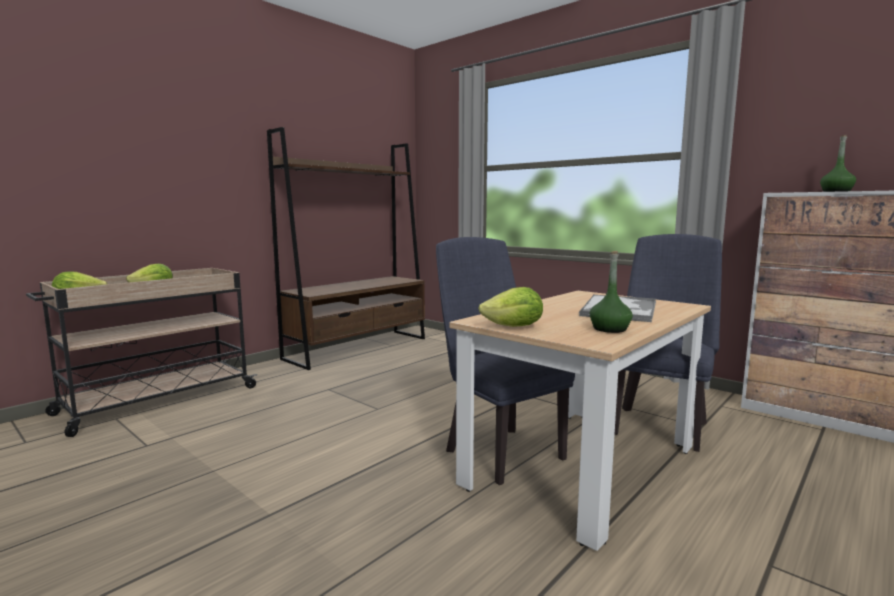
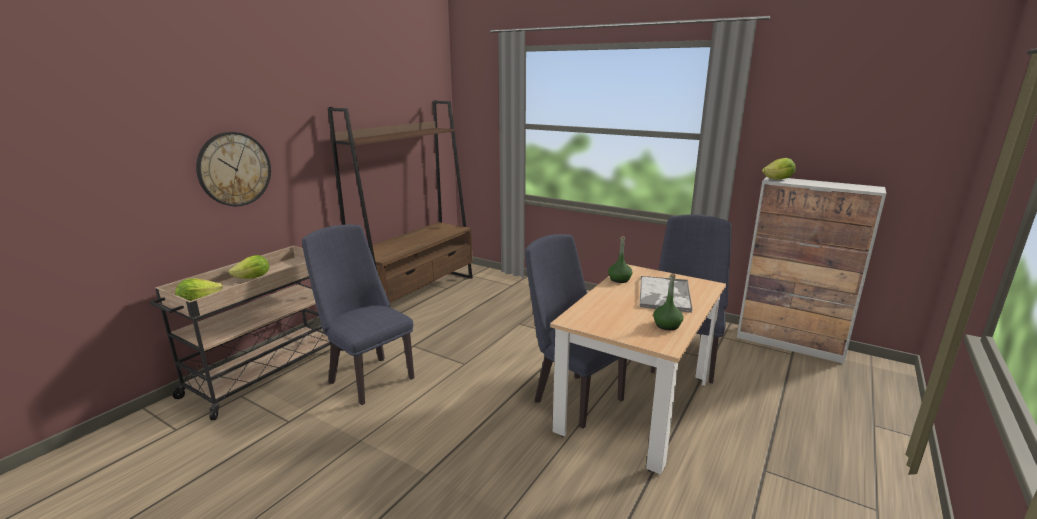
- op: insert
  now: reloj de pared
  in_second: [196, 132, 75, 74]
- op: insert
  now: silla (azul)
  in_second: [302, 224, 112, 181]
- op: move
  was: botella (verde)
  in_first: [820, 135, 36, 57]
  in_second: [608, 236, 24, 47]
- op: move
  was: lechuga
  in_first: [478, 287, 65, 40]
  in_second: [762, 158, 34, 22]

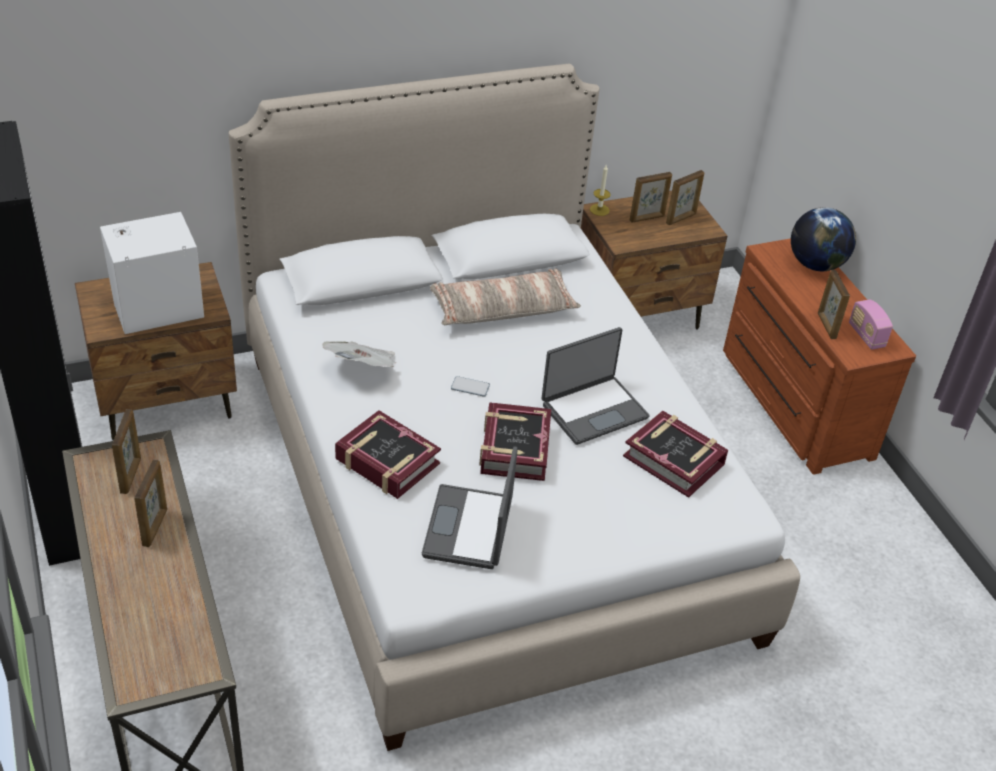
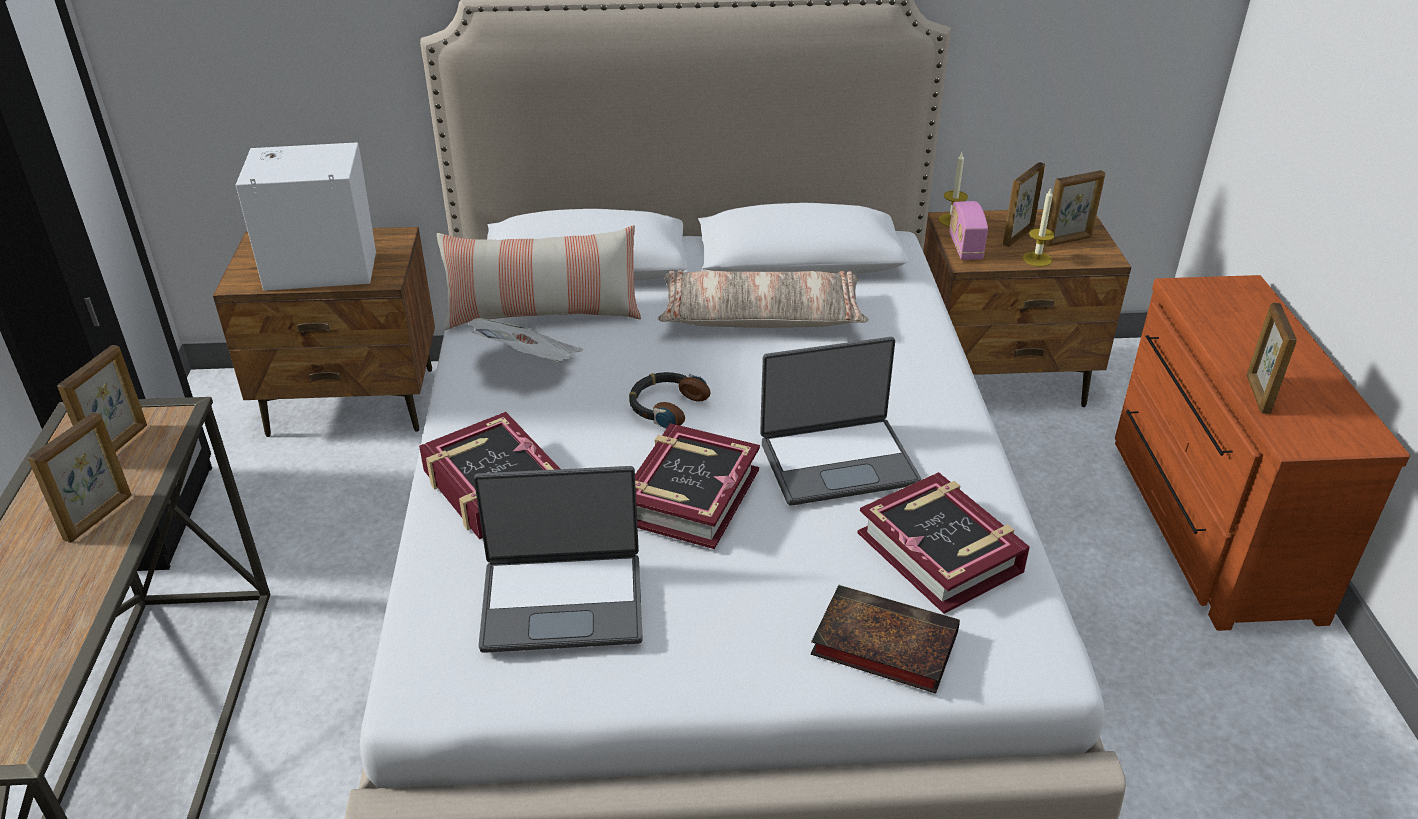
- op: insert
  now: cojín
  in_second: [437, 225, 204, 105]
- op: rotate
  was: portátil
  in_first: [422, 446, 96, 123]
  in_second: [474, 466, 169, 187]
  clockwise: -120
- op: replace
  was: móvil
  now: auriculares
  in_first: [451, 376, 39, 21]
  in_second: [629, 372, 81, 57]
- op: insert
  now: libro
  in_second: [811, 585, 149, 109]
- op: move
  was: radio
  in_first: [849, 299, 44, 51]
  in_second: [949, 201, 39, 59]
- op: rotate
  was: portarretratos
  in_first: [630, 172, 42, 51]
  in_second: [1003, 162, 42, 85]
  clockwise: 135
- op: insert
  now: vela
  in_second: [1023, 188, 32, 79]
- op: delete
  was: globo terráqueo
  in_first: [791, 207, 65, 64]

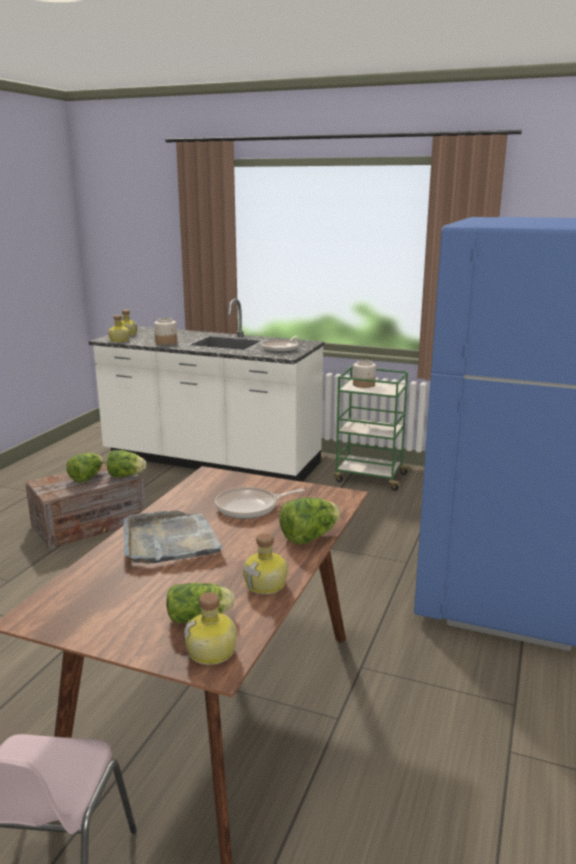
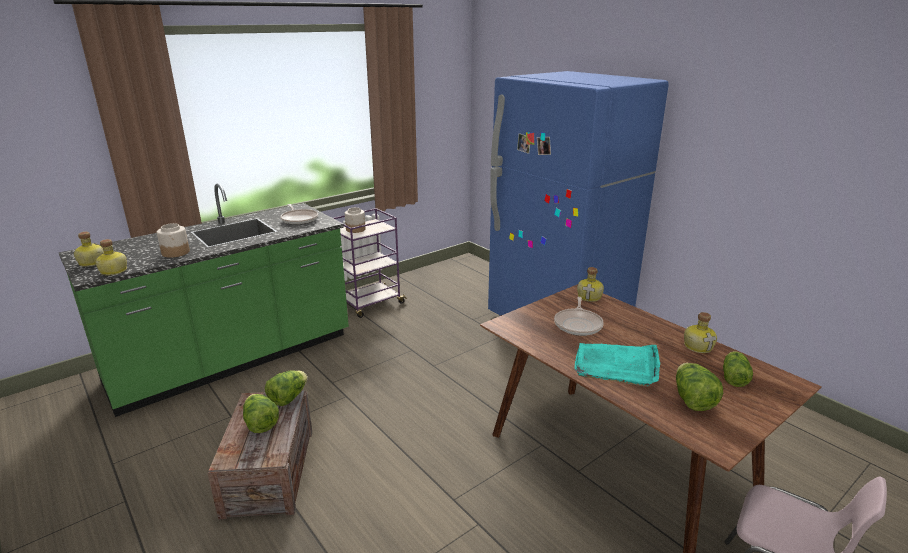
- op: recolor
  was: mueble bajo de cocina (blanco)
  now: mueble bajo de cocina (verde)
  in_first: [88, 299, 237, 183]
  in_second: [59, 183, 290, 234]
- op: recolor
  was: carrito (verde)
  now: carrito (morado)
  in_first: [334, 366, 77, 125]
  in_second: [333, 208, 74, 110]
- op: recolor
  was: bandeja (gris)
  now: bandeja (turquesa)
  in_first: [123, 510, 101, 54]
  in_second: [575, 343, 85, 43]
- op: move
  was: botella
  in_first: [184, 592, 53, 73]
  in_second: [577, 267, 27, 35]
- op: move
  was: lechuga
  in_first: [279, 498, 62, 46]
  in_second: [676, 363, 47, 48]

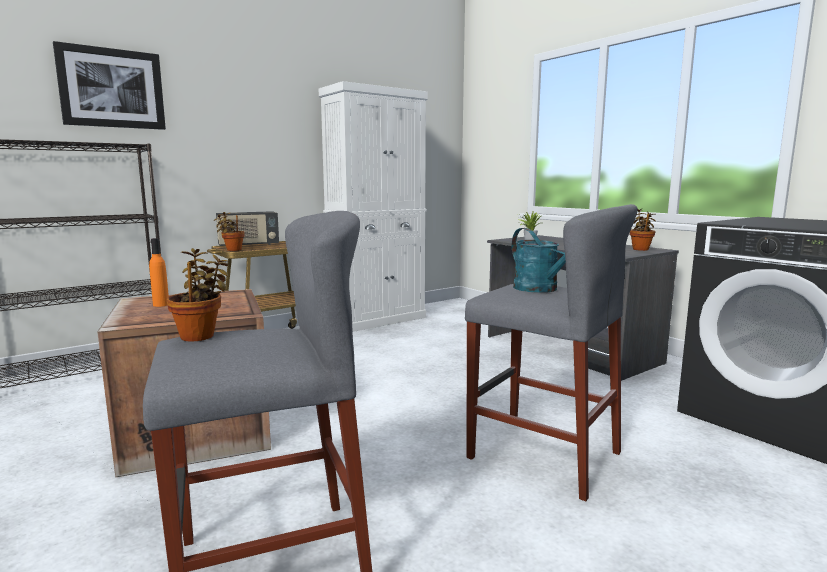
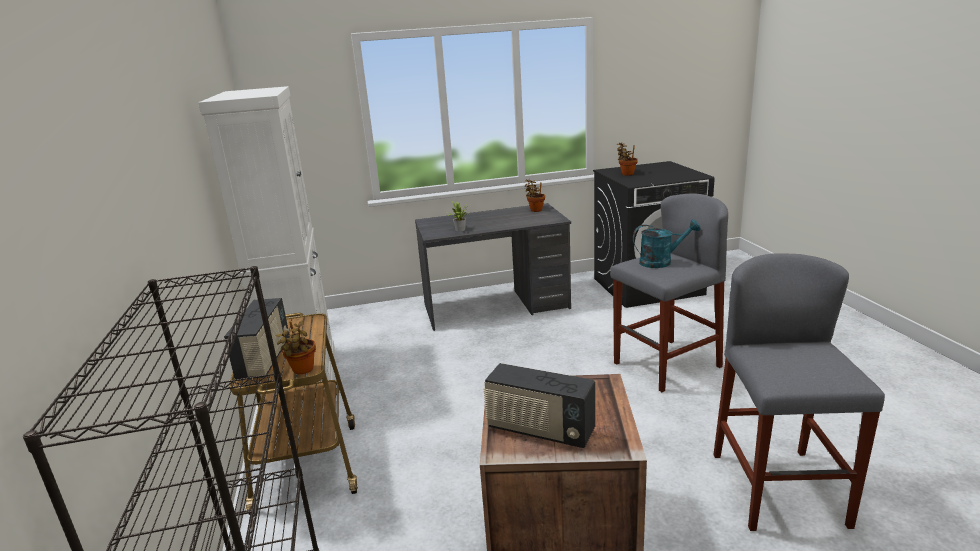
- op: replace
  was: botella (naranja)
  now: radio
  in_first: [149, 238, 20, 69]
  in_second: [484, 363, 112, 85]
- op: move
  was: planta en maceta
  in_first: [167, 248, 61, 94]
  in_second: [617, 142, 21, 34]
- op: delete
  was: cuadro
  in_first: [53, 41, 113, 89]

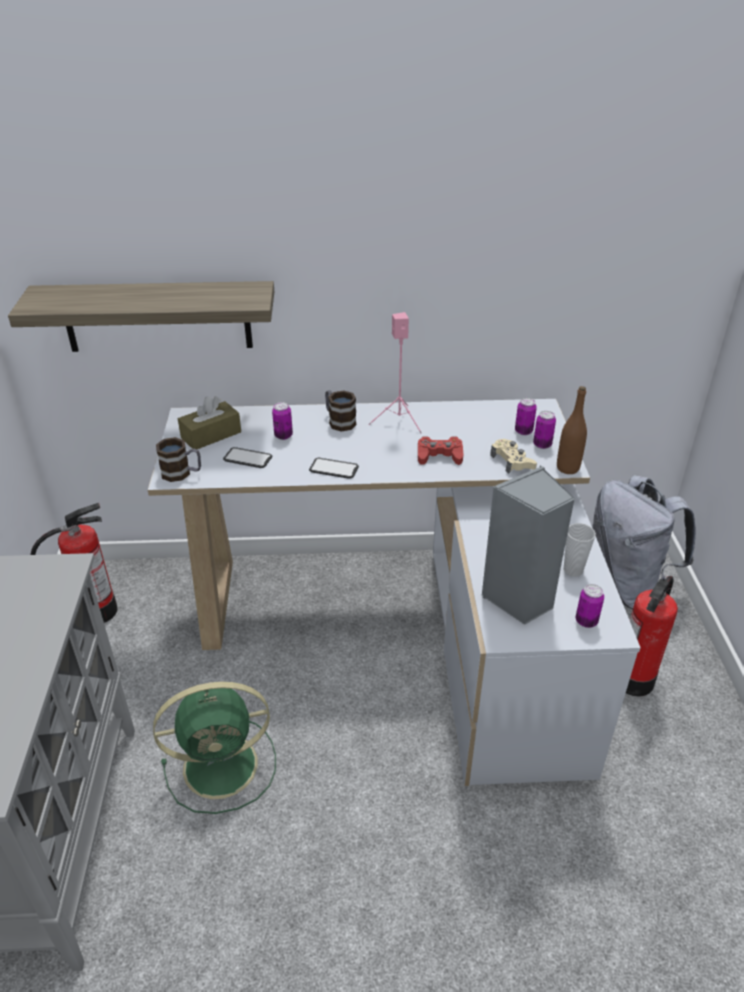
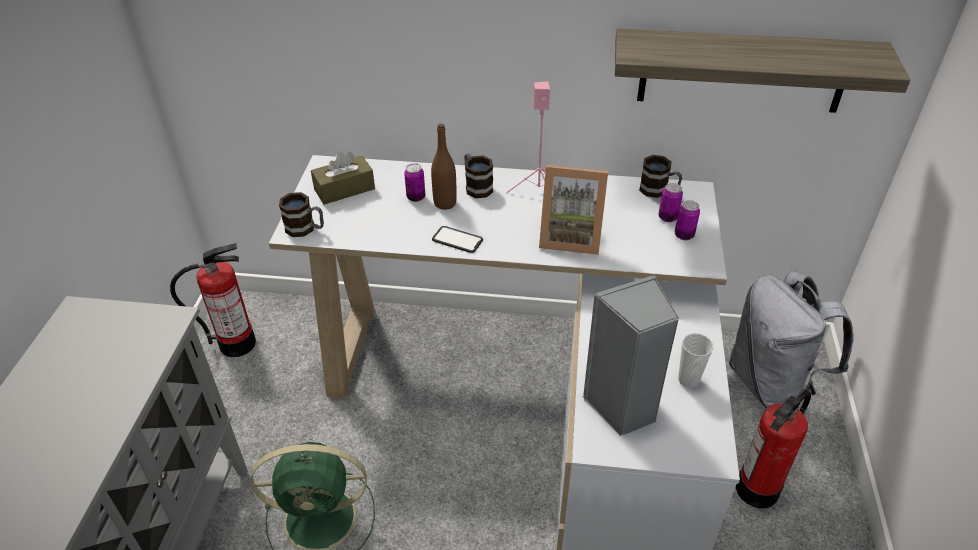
- op: move
  was: botella (marrón)
  in_first: [557, 386, 30, 88]
  in_second: [431, 124, 26, 86]
- op: replace
  was: mando de consola (rojo)
  now: portarretratos
  in_first: [418, 436, 45, 29]
  in_second: [539, 165, 69, 90]
- op: move
  was: estante
  in_first: [8, 281, 266, 71]
  in_second: [615, 28, 295, 85]
- op: insert
  now: taza grande
  in_second: [639, 155, 43, 43]
- op: delete
  was: móvil
  in_first: [223, 447, 49, 21]
- op: delete
  was: mando de consola (beis)
  in_first: [490, 439, 47, 35]
- op: delete
  was: lata
  in_first: [576, 584, 28, 44]

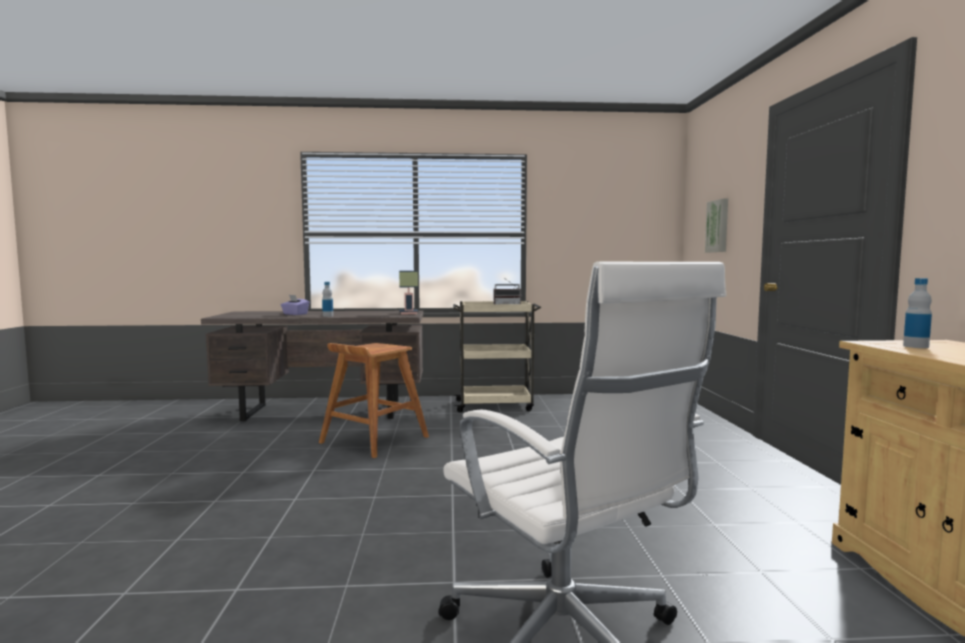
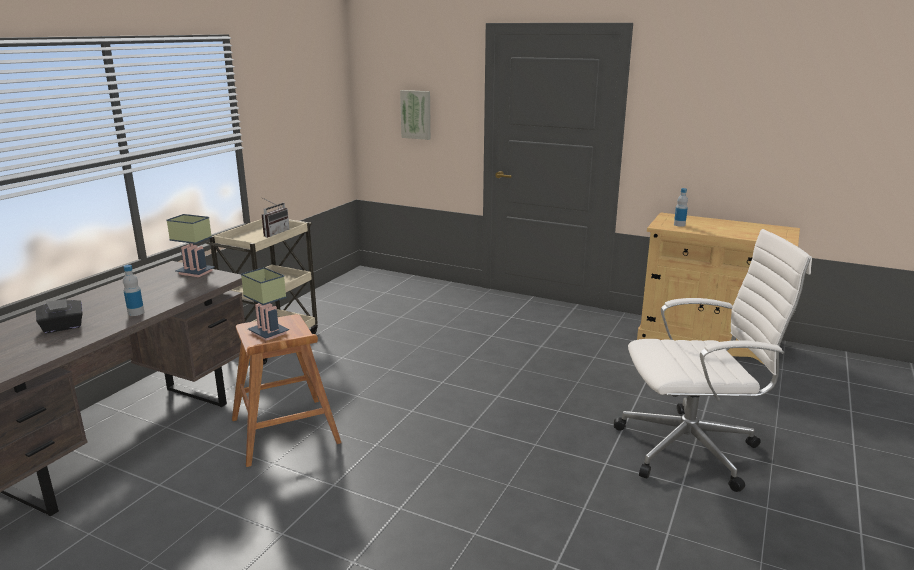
- op: recolor
  was: caja de pañuelos (morado)
  now: caja de pañuelos (negro)
  in_first: [281, 295, 28, 20]
  in_second: [36, 299, 46, 34]
- op: insert
  now: lámpara de mesa
  in_second: [241, 267, 48, 74]

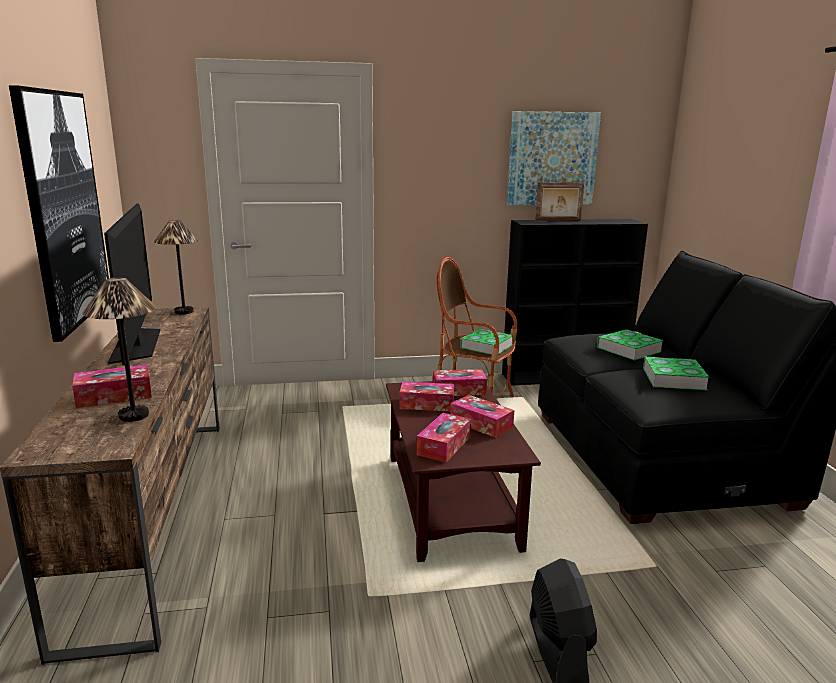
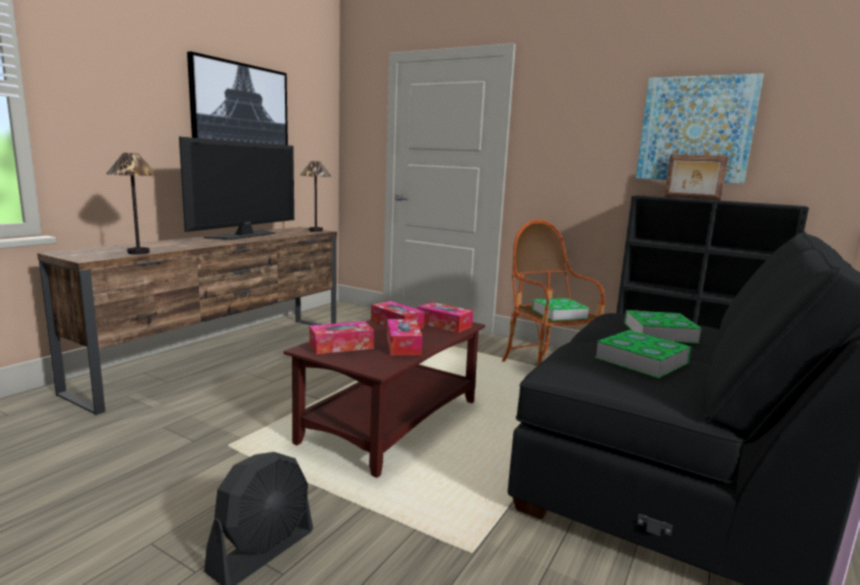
- op: delete
  was: caja de pañuelos
  in_first: [72, 364, 80, 44]

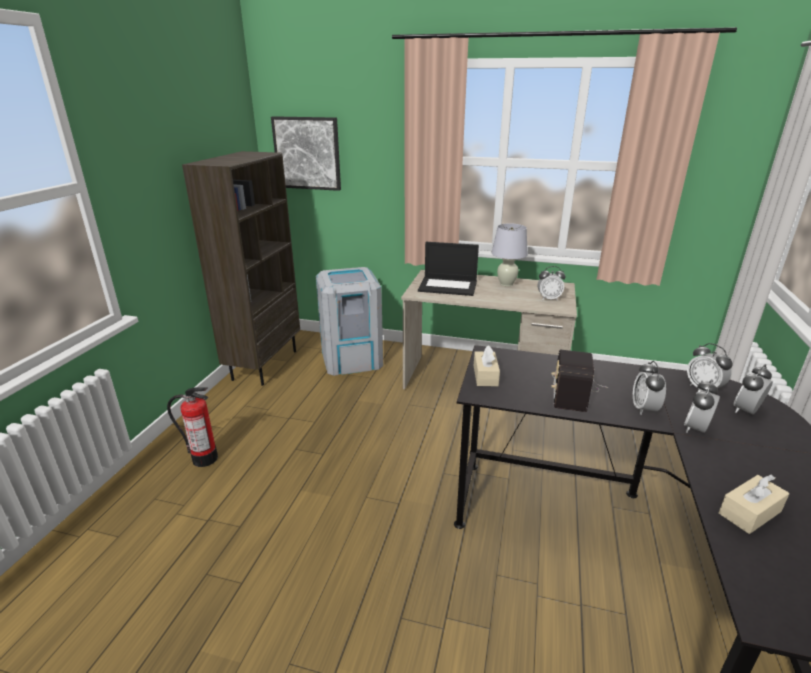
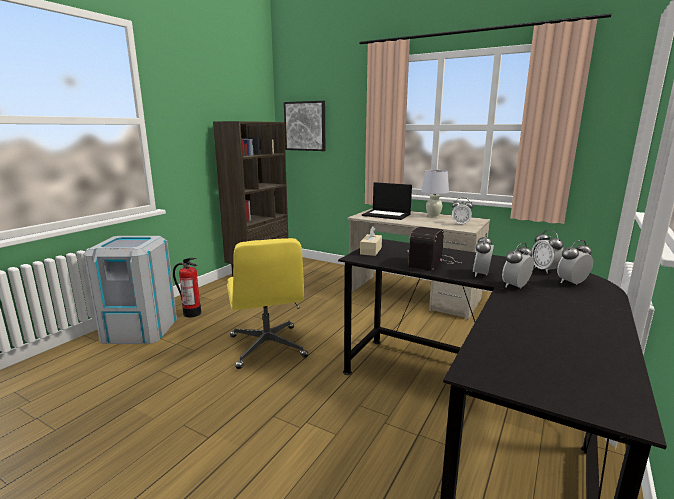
- op: move
  was: papelera (gris)
  in_first: [316, 267, 67, 109]
  in_second: [83, 236, 94, 108]
- op: insert
  now: silla de oficina (amarillo)
  in_second: [227, 238, 81, 131]
- op: delete
  was: caja de pañuelos (beis)
  in_first: [719, 475, 71, 59]

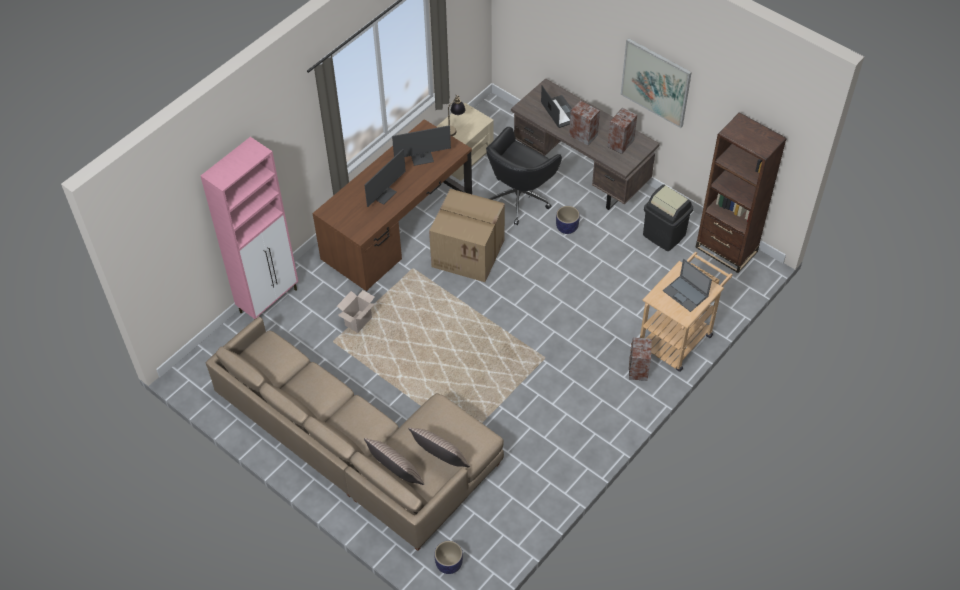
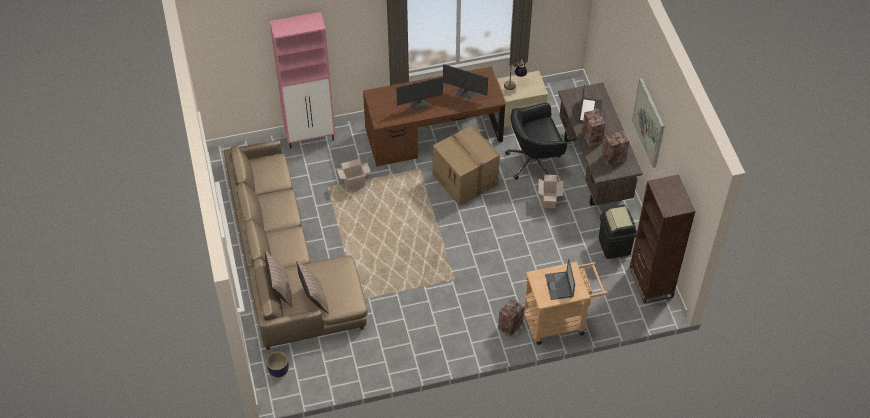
- op: replace
  was: maceta
  now: caja de cartón
  in_first: [556, 206, 24, 28]
  in_second: [538, 174, 25, 34]

